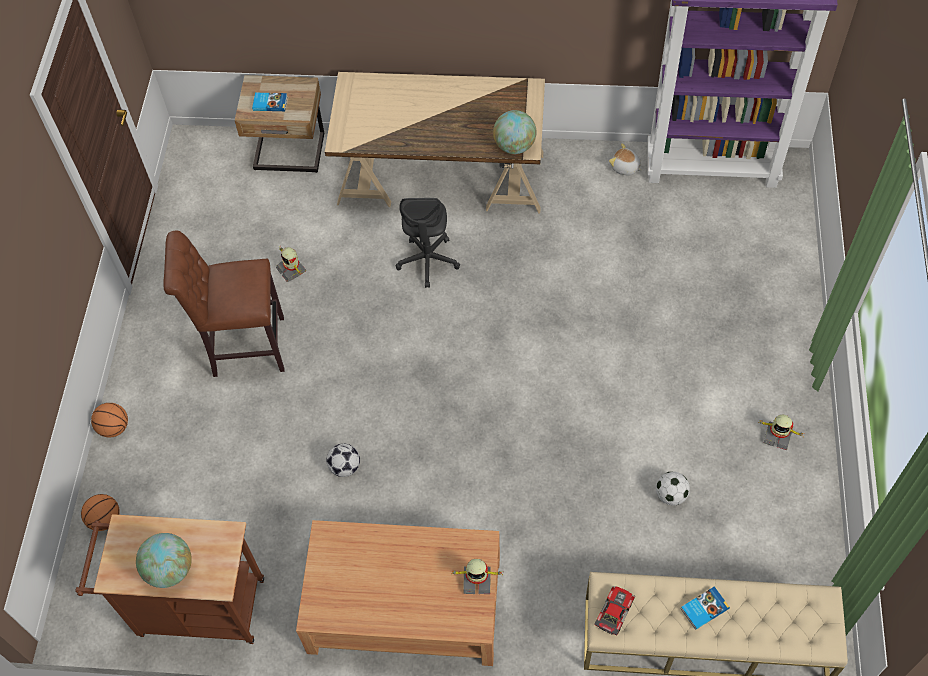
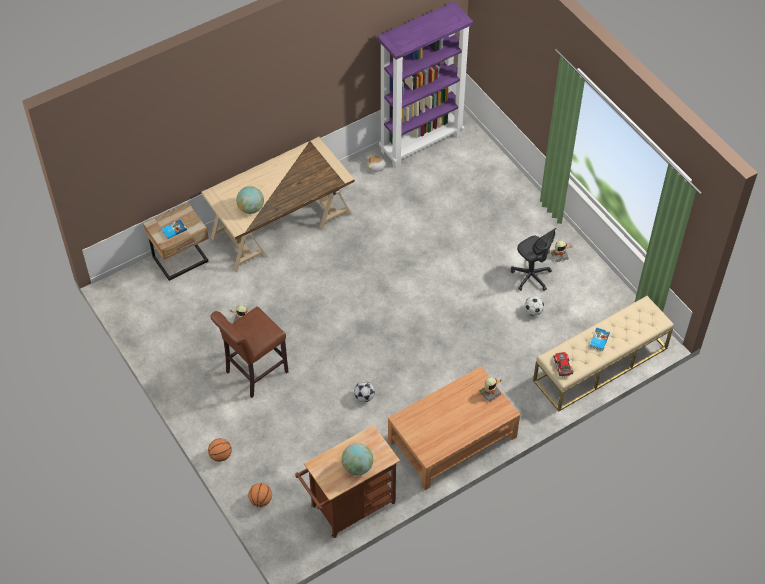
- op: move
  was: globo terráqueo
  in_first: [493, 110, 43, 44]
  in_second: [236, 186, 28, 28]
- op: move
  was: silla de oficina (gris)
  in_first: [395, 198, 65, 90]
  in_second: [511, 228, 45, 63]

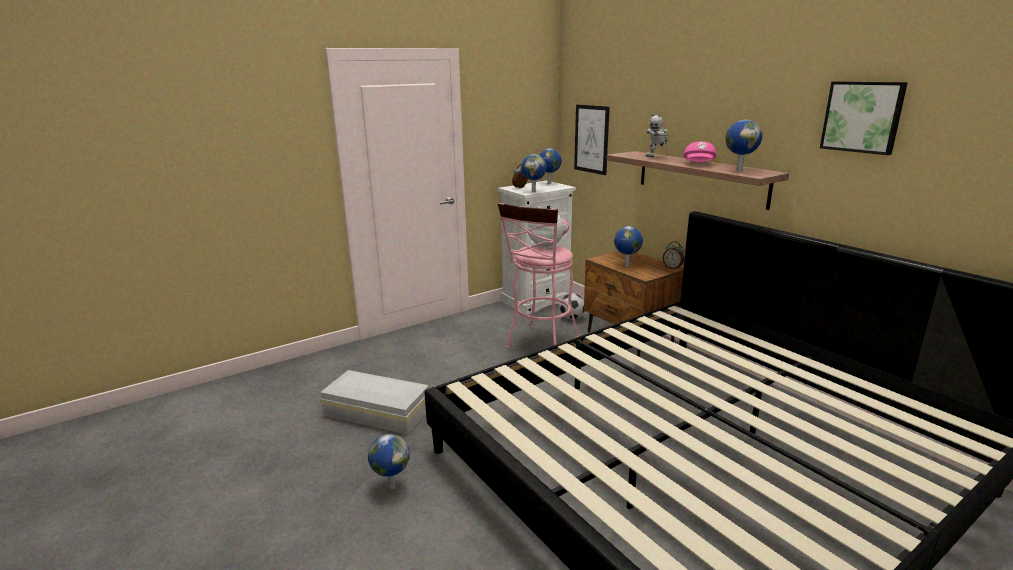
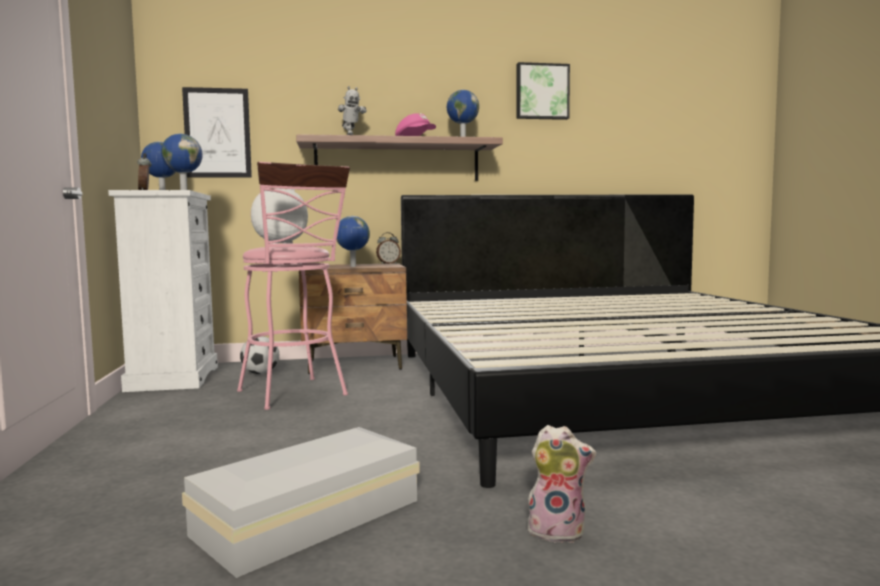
- op: replace
  was: globo terráqueo
  now: peluche
  in_first: [368, 434, 42, 55]
  in_second: [526, 425, 70, 118]

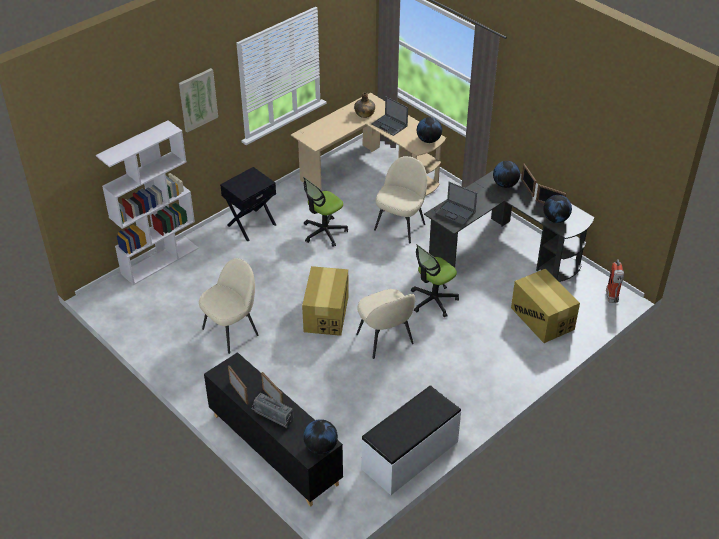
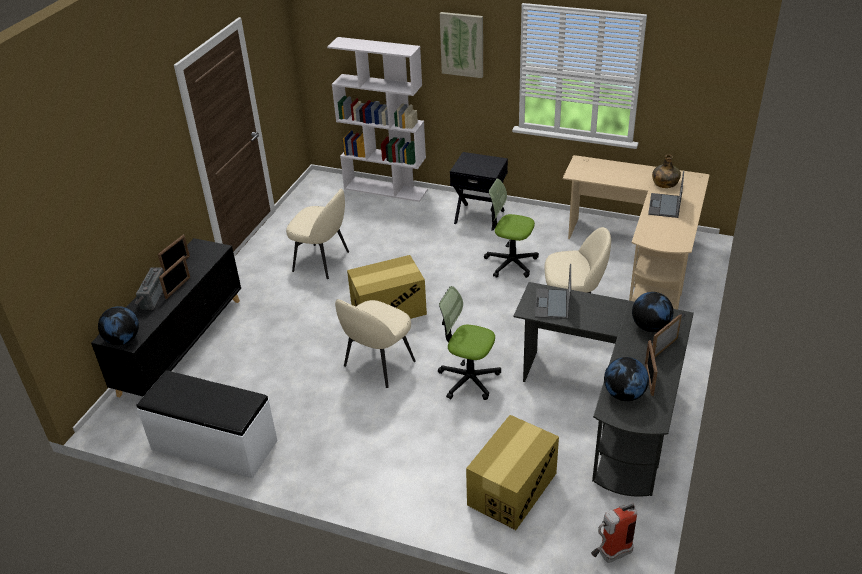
- op: delete
  was: globo terráqueo
  in_first: [417, 117, 25, 26]

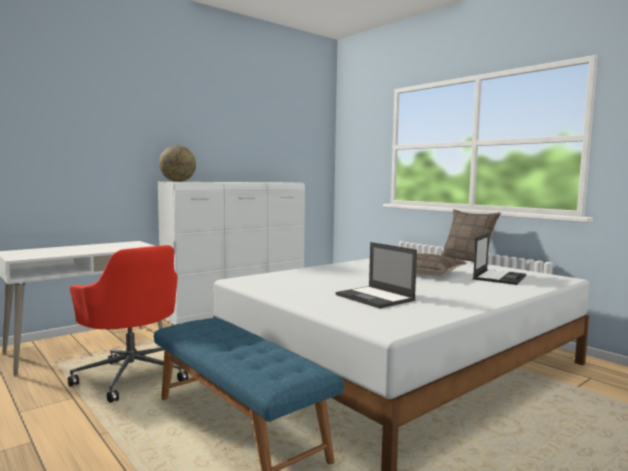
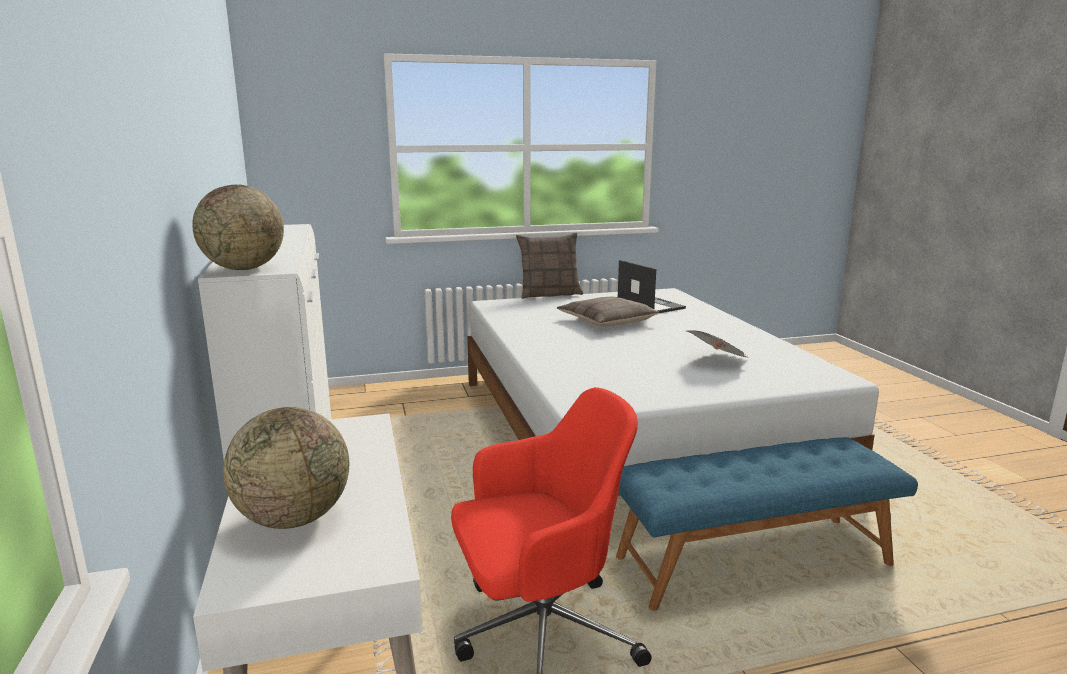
- op: insert
  now: globo terráqueo
  in_second: [223, 407, 126, 122]
- op: replace
  was: portátil
  now: periódico
  in_first: [336, 242, 81, 67]
  in_second: [687, 330, 60, 27]

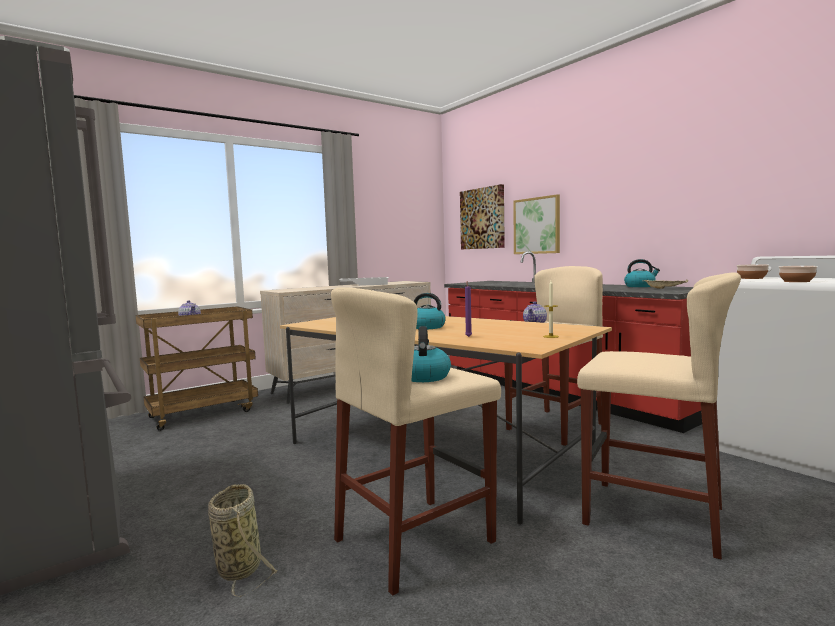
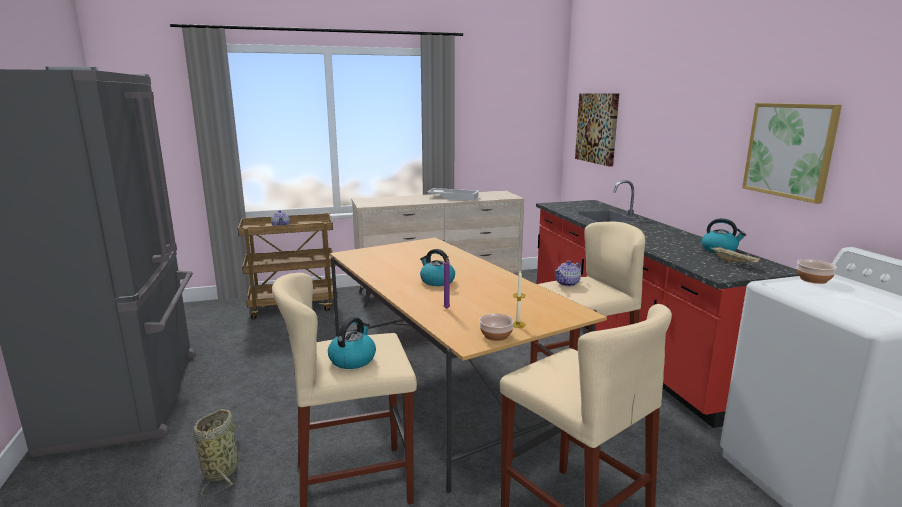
- op: move
  was: cuenco
  in_first: [779, 266, 39, 16]
  in_second: [479, 313, 35, 28]
- op: move
  was: cuadro
  in_first: [513, 194, 47, 60]
  in_second: [742, 103, 100, 101]

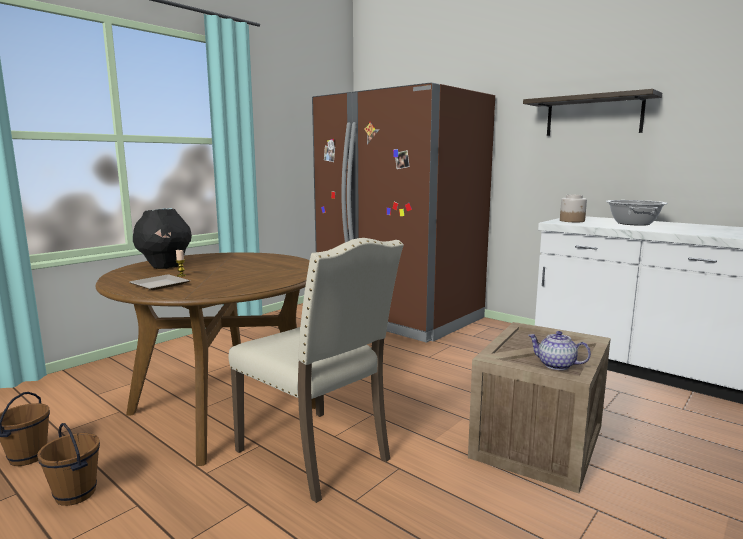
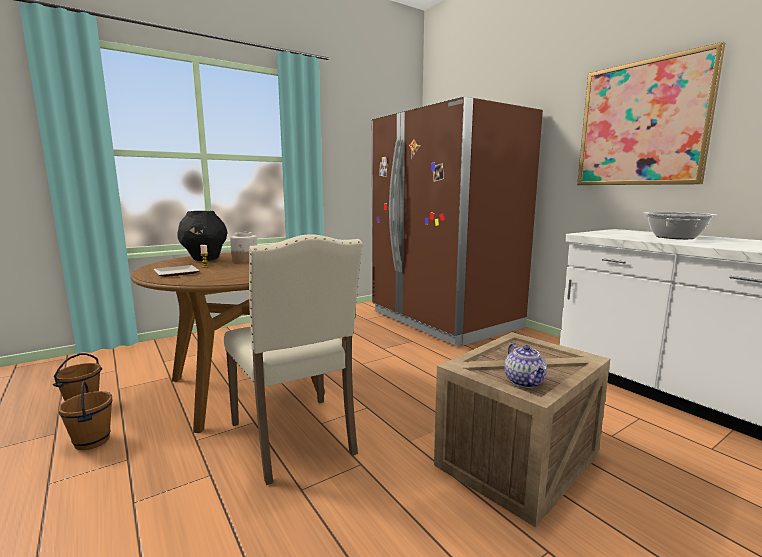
- op: move
  was: tarro
  in_first: [560, 195, 27, 27]
  in_second: [230, 232, 27, 30]
- op: rotate
  was: tetera
  in_first: [528, 331, 63, 39]
  in_second: [505, 343, 42, 45]
  clockwise: -150
- op: replace
  was: estante
  now: cuadro
  in_first: [523, 89, 139, 47]
  in_second: [577, 42, 148, 143]

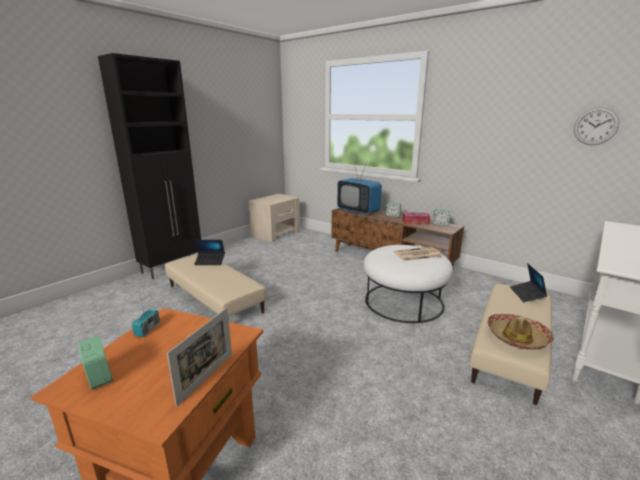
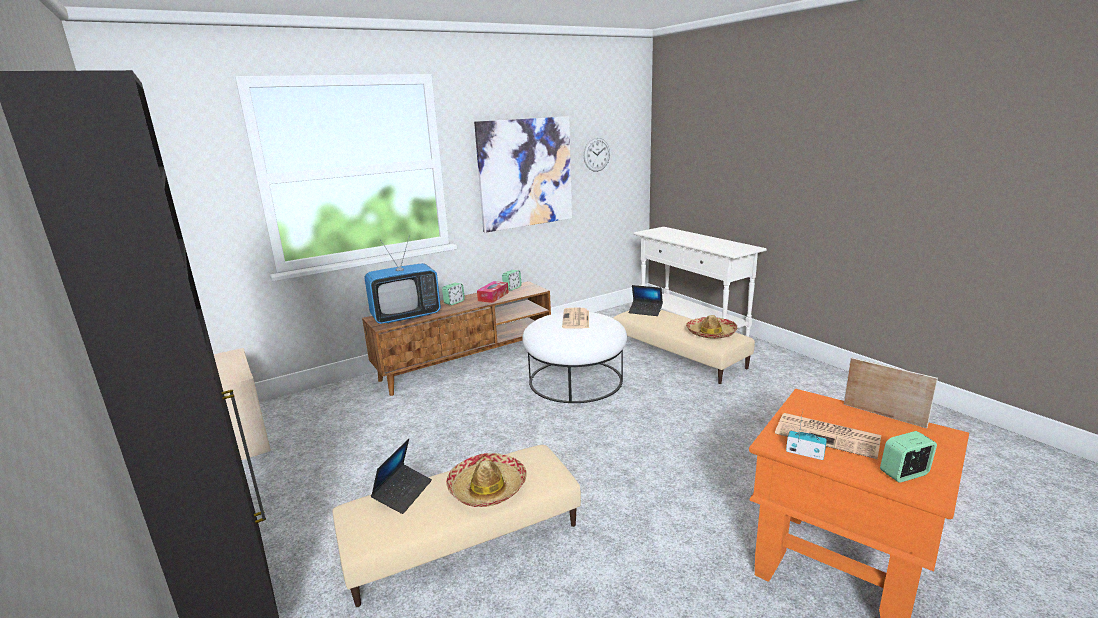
- op: insert
  now: sombrero
  in_second: [446, 453, 81, 54]
- op: insert
  now: cuadro
  in_second: [474, 116, 98, 117]
- op: insert
  now: periódico
  in_second: [775, 413, 106, 46]

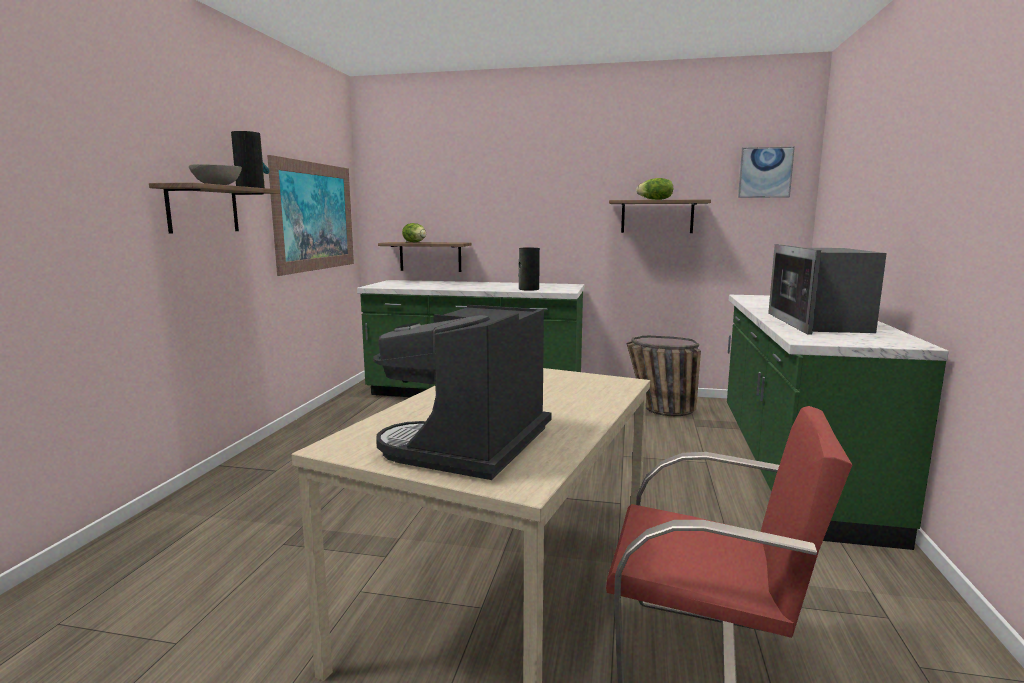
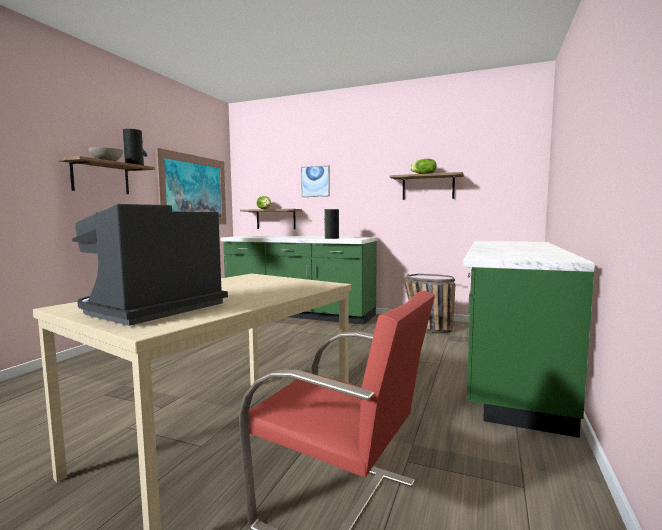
- op: move
  was: cuadro
  in_first: [738, 147, 57, 51]
  in_second: [301, 165, 29, 32]
- op: delete
  was: microondas
  in_first: [768, 244, 119, 91]

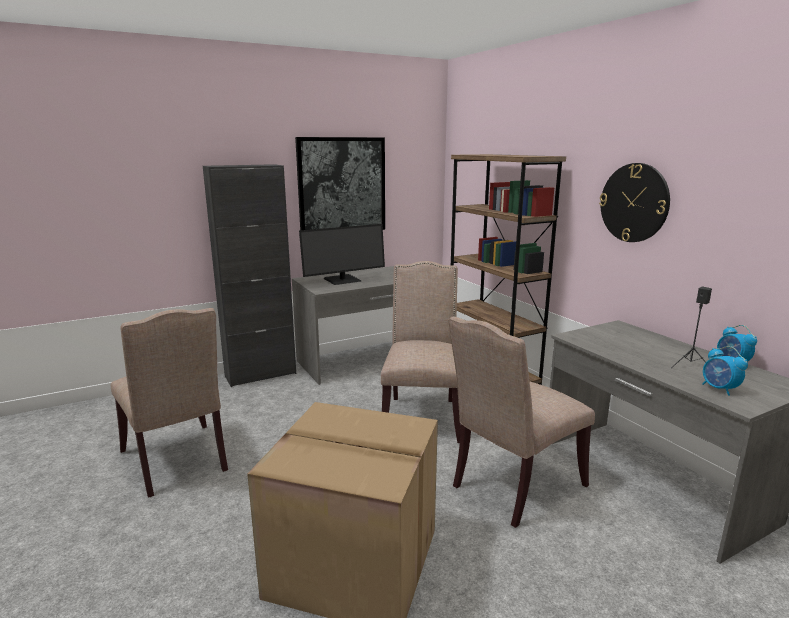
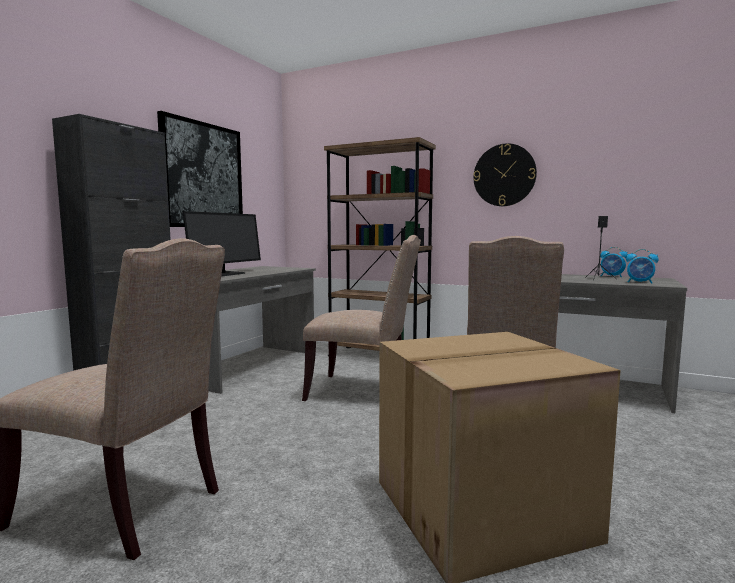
- op: rotate
  was: silla (beis)
  in_first: [381, 261, 80, 182]
  in_second: [302, 235, 119, 166]
  clockwise: 135

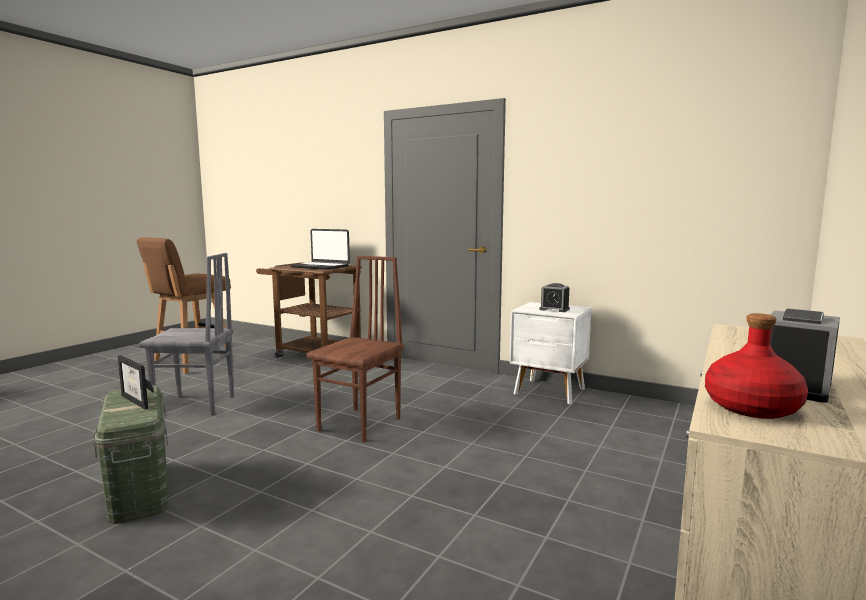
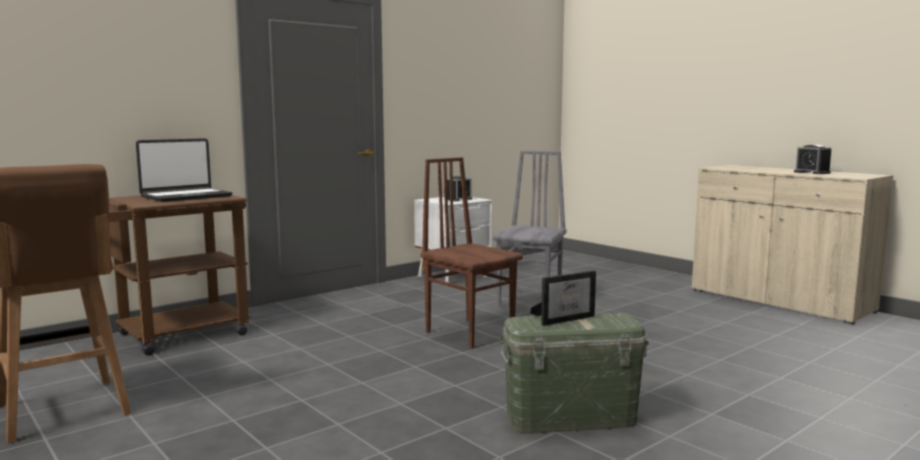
- op: move
  was: silla (gris)
  in_first: [139, 253, 95, 162]
  in_second: [493, 151, 74, 155]
- op: delete
  was: botella (rojo)
  in_first: [705, 313, 103, 106]

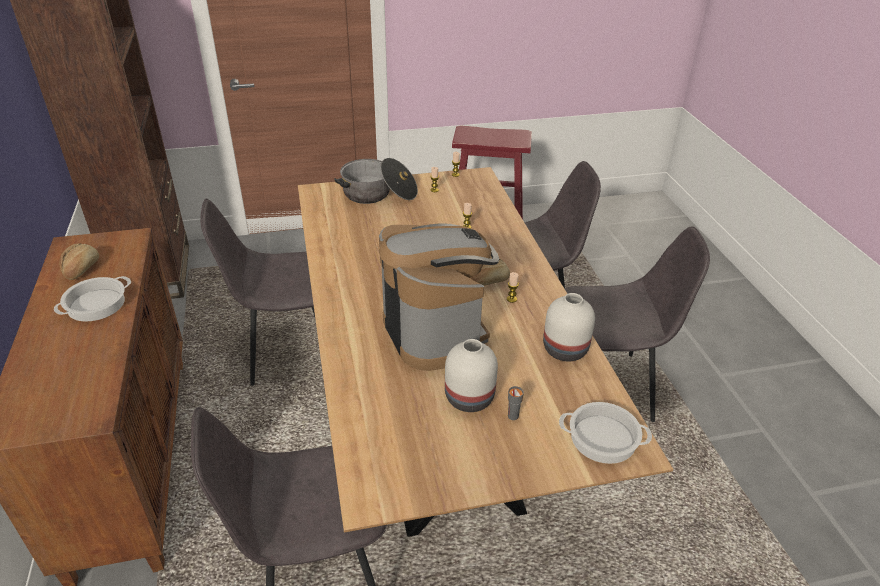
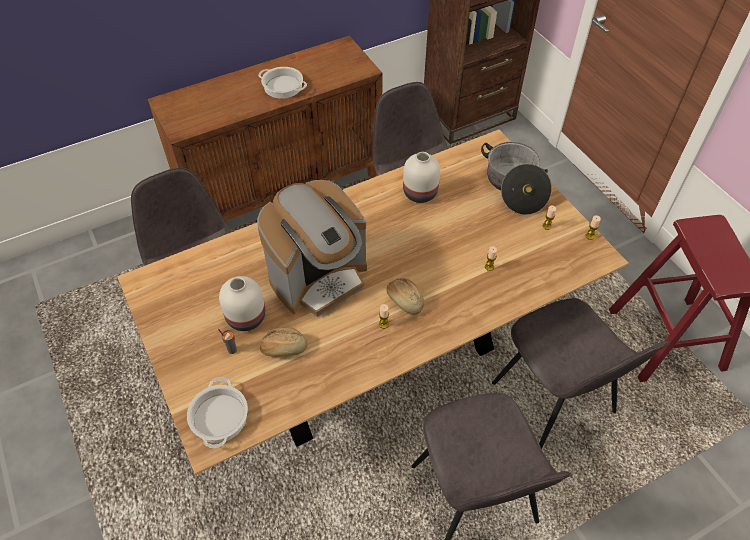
- op: move
  was: pan
  in_first: [59, 243, 40, 37]
  in_second: [260, 327, 47, 29]
- op: move
  was: florero (blanco)
  in_first: [543, 293, 52, 68]
  in_second: [403, 152, 37, 51]

